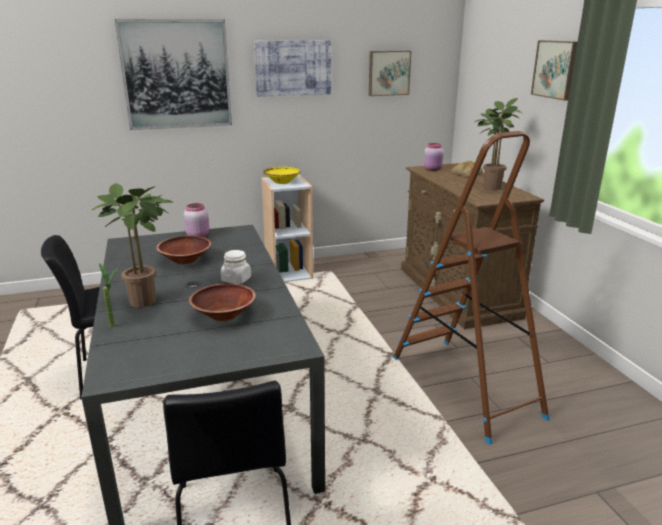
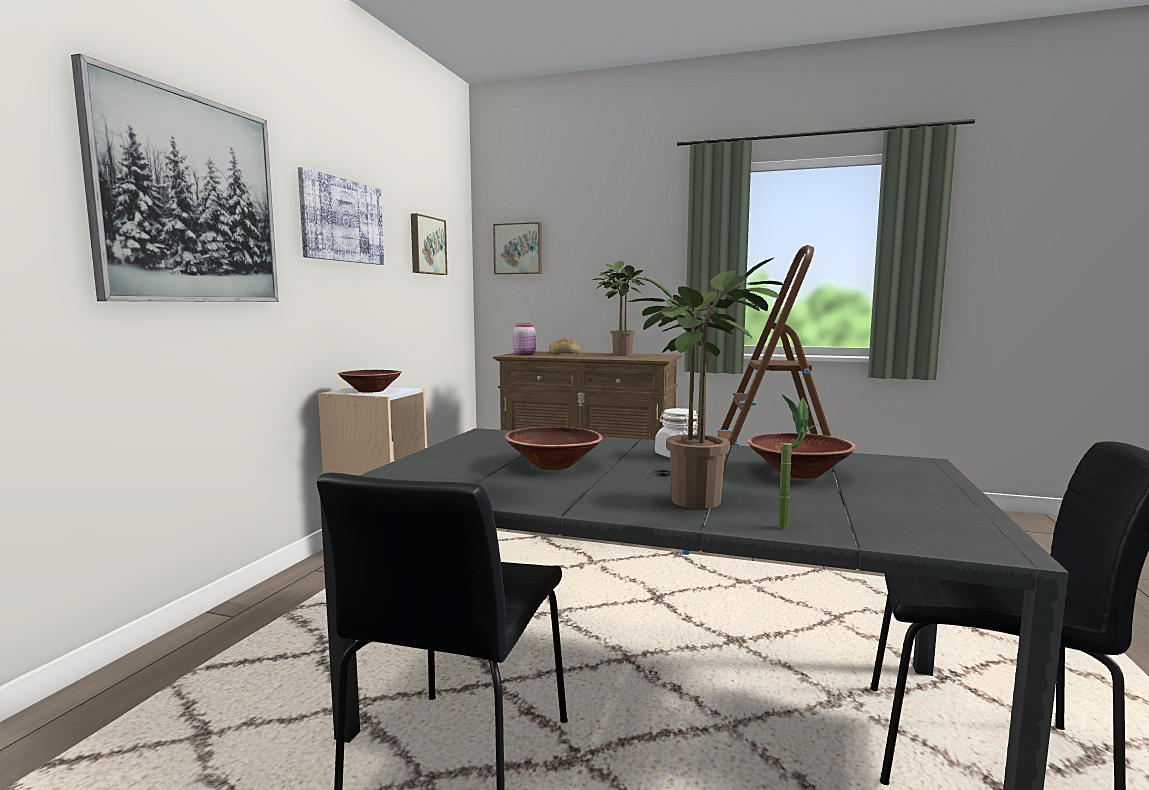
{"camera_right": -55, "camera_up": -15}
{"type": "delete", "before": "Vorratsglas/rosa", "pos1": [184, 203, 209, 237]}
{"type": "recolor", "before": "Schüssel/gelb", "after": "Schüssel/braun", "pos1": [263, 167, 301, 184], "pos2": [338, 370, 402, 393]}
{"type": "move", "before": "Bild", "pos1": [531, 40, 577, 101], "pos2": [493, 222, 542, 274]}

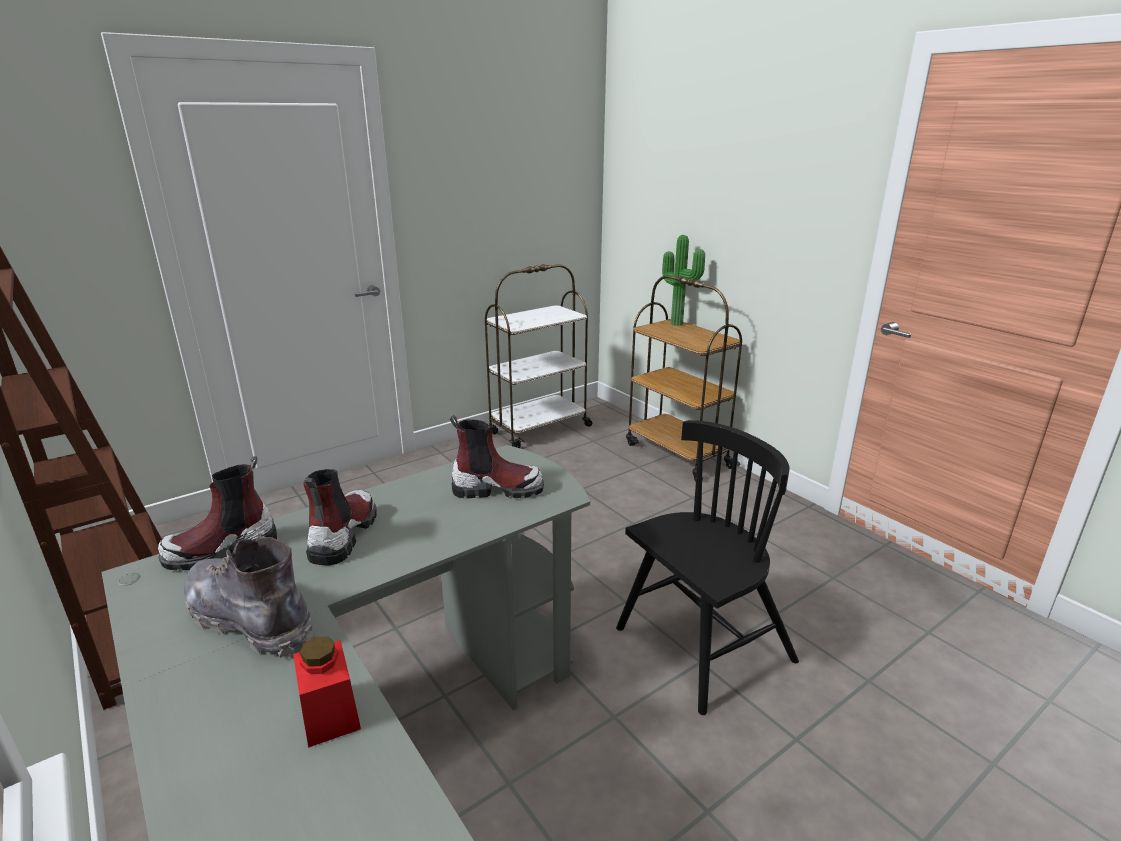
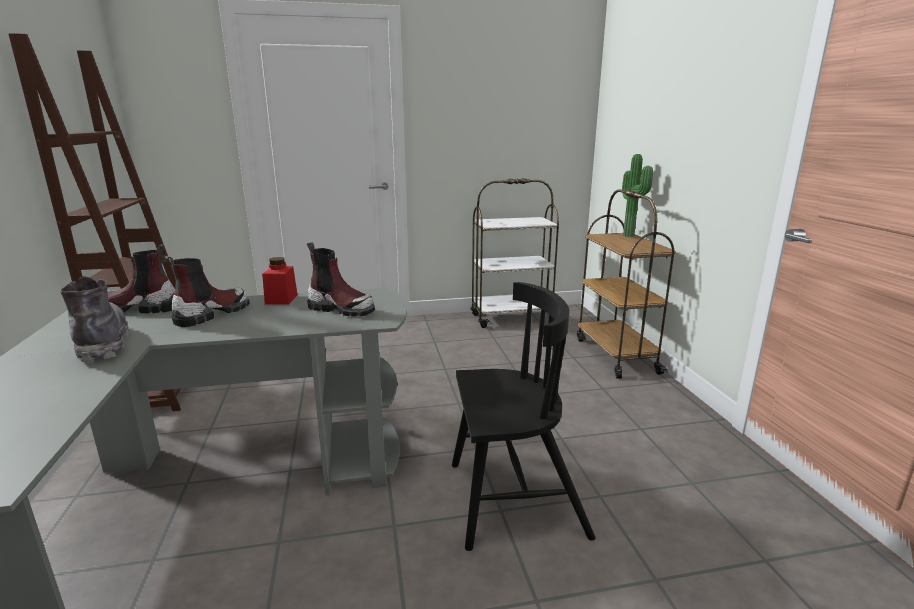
{"camera_right": 25, "camera_up": -5}
{"type": "move", "before": "Vorratsglas/rot", "pos1": [293, 636, 361, 748], "pos2": [262, 257, 298, 305]}

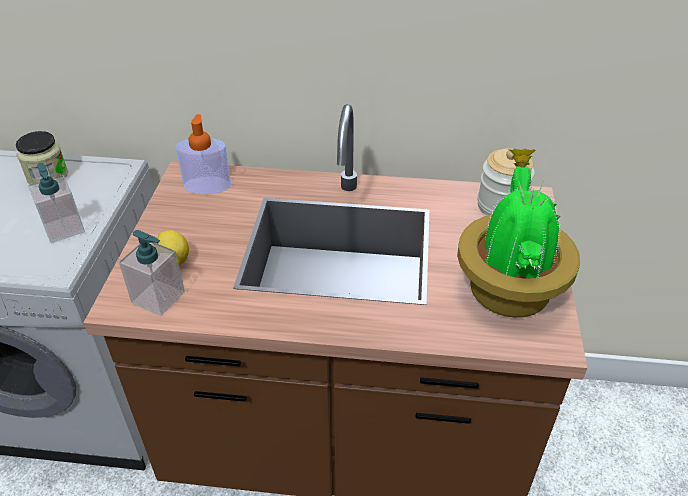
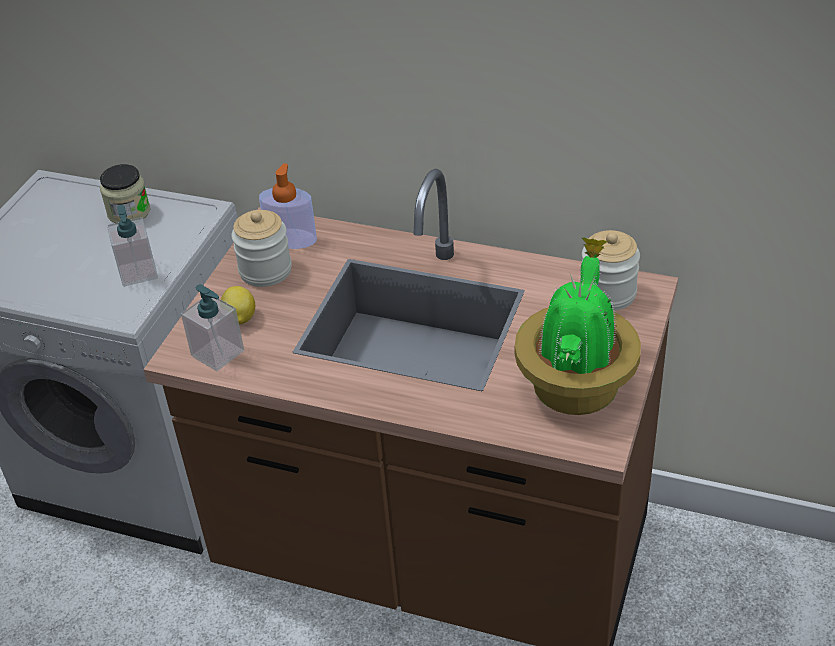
{"camera_right": 15, "camera_up": 0}
{"type": "insert", "after": "Vorratsglas", "pos2": [231, 210, 292, 287]}

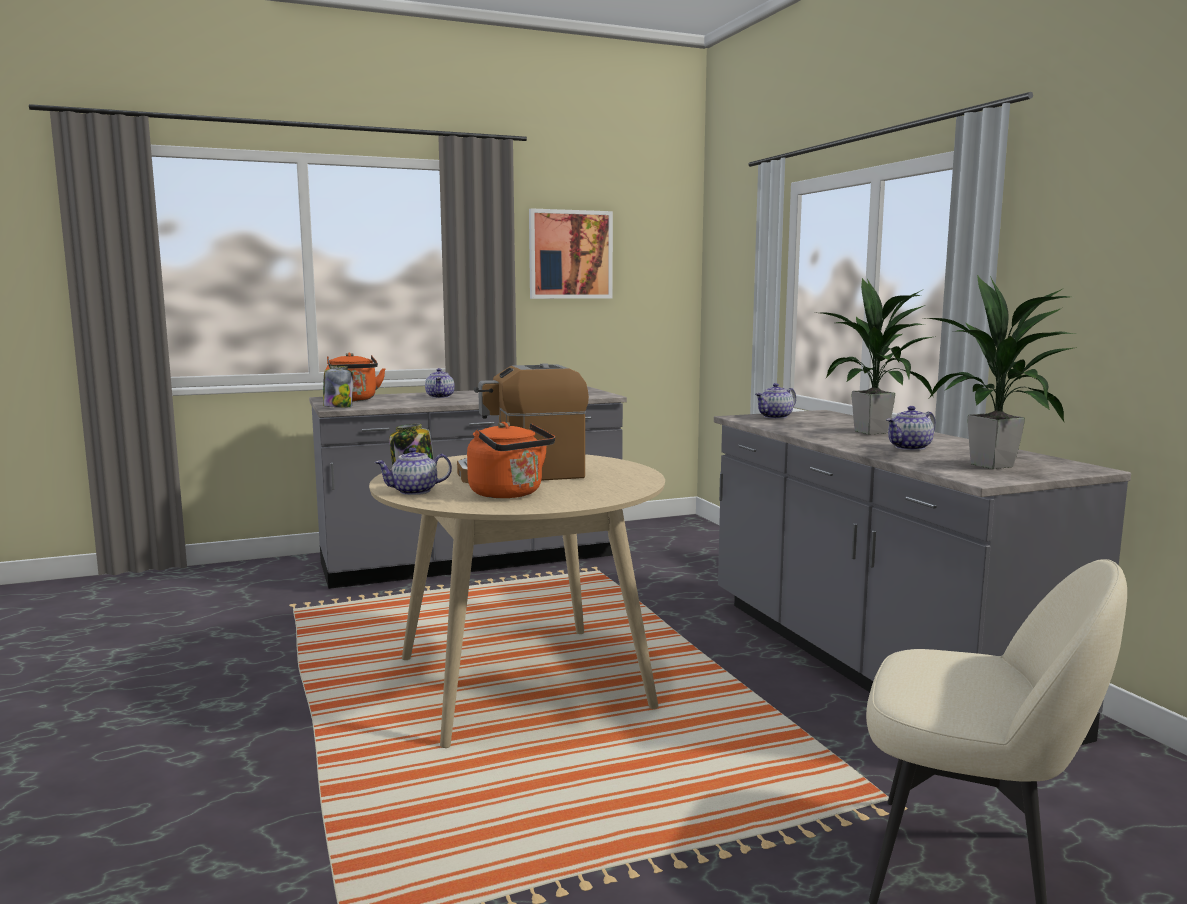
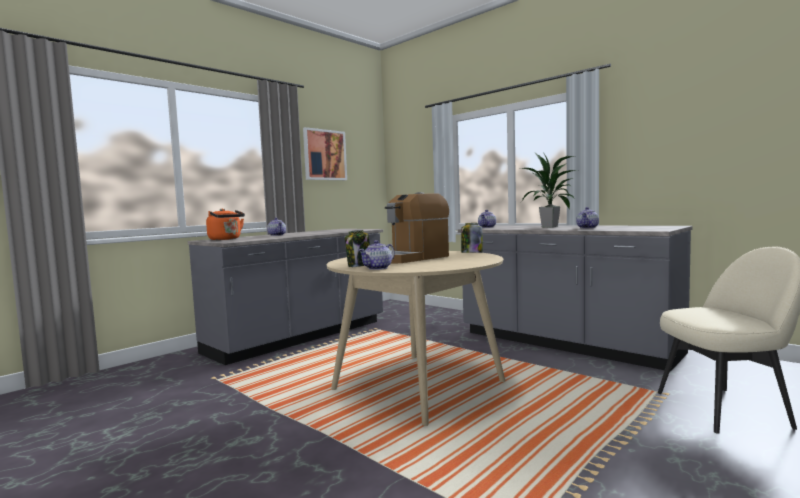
{"camera_right": -25, "camera_up": -5}
{"type": "move", "before": "Vorratsglas", "pos1": [323, 366, 353, 408], "pos2": [461, 223, 483, 253]}
{"type": "delete", "before": "Wasserkessel/orange", "pos1": [467, 422, 555, 498]}
{"type": "delete", "before": "Topfpflanze", "pos1": [925, 275, 1077, 469]}

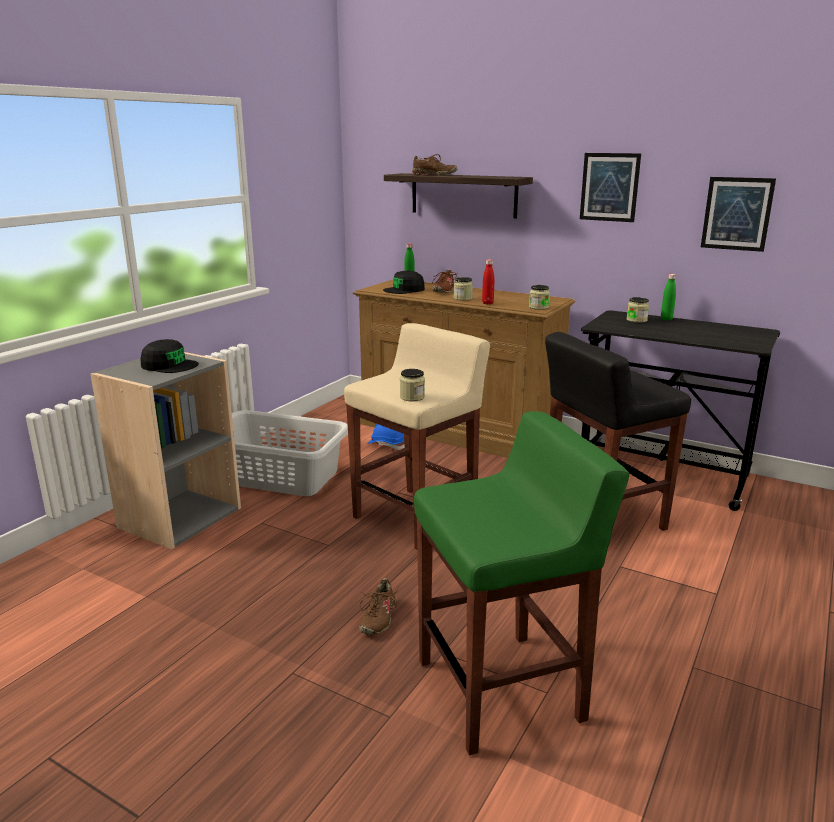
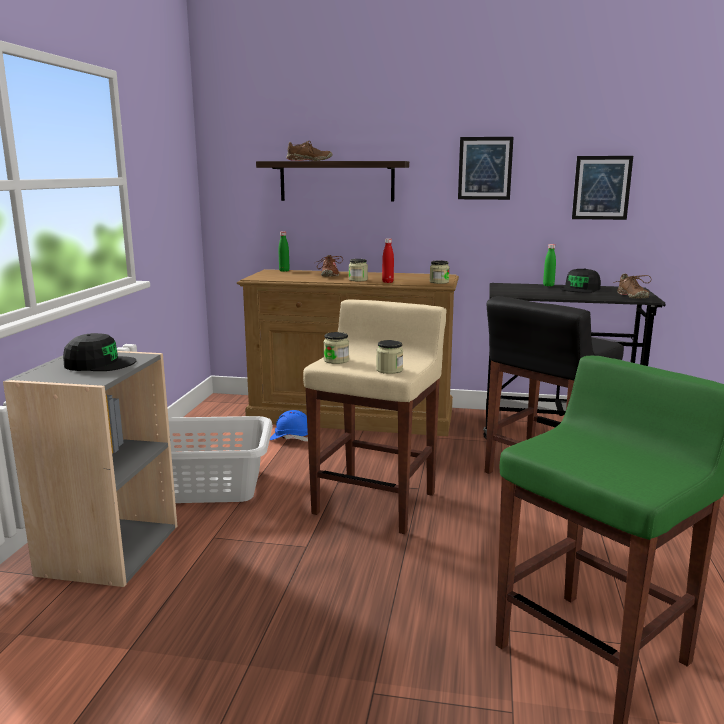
{"camera_right": -20, "camera_up": -5}
{"type": "move", "before": "Schuh/braun", "pos1": [359, 578, 399, 635], "pos2": [613, 274, 652, 299]}
{"type": "move", "before": "Kappe/schwarz", "pos1": [383, 271, 425, 294], "pos2": [560, 268, 601, 293]}
{"type": "move", "before": "Vorratsglas", "pos1": [626, 297, 649, 323], "pos2": [323, 332, 349, 364]}

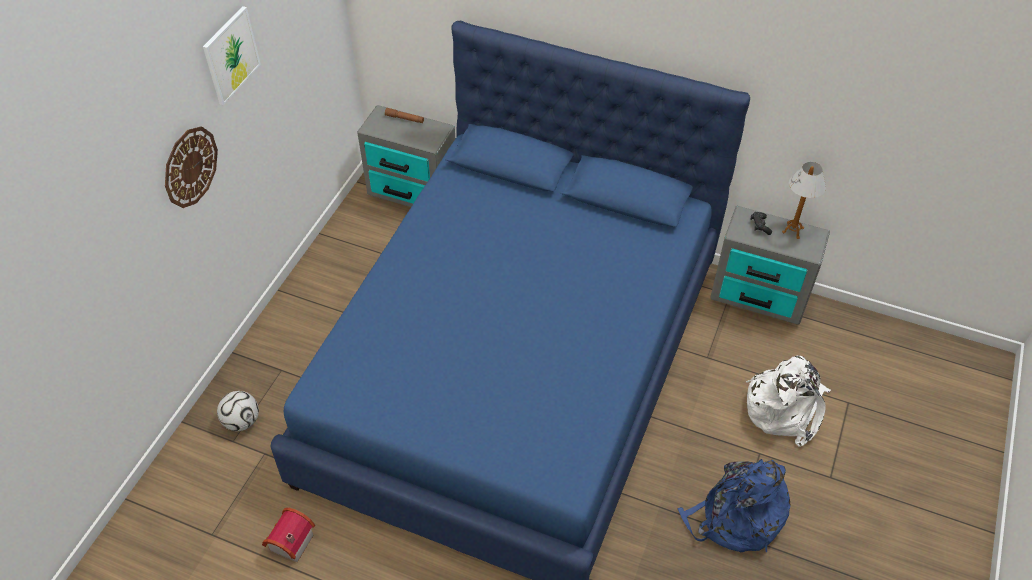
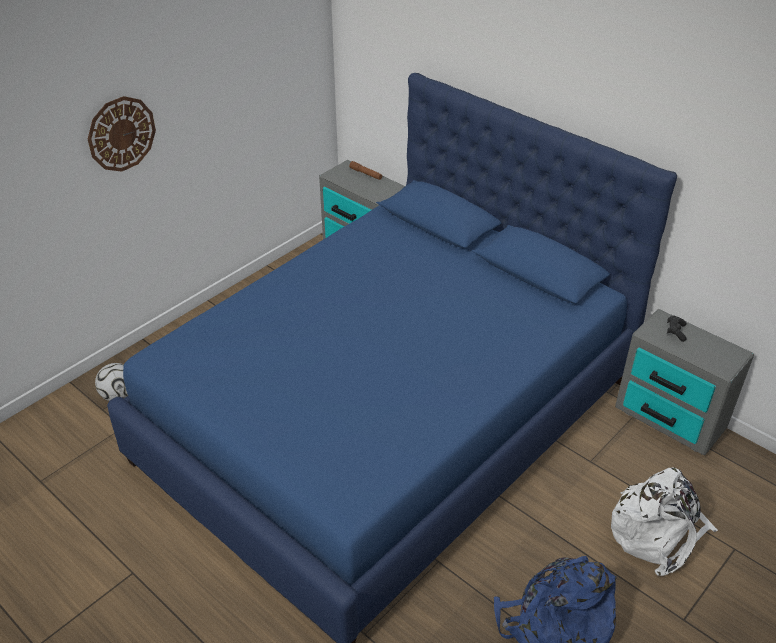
{"camera_right": 20, "camera_up": -10}
{"type": "delete", "before": "Bild", "pos1": [203, 6, 261, 105]}
{"type": "delete", "before": "Spielzeughaus", "pos1": [262, 508, 315, 562]}
{"type": "delete", "before": "Tischlampe", "pos1": [782, 162, 826, 239]}

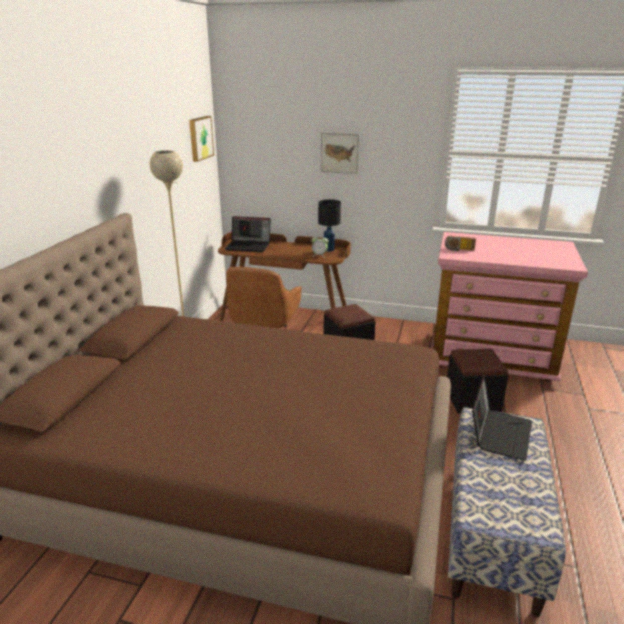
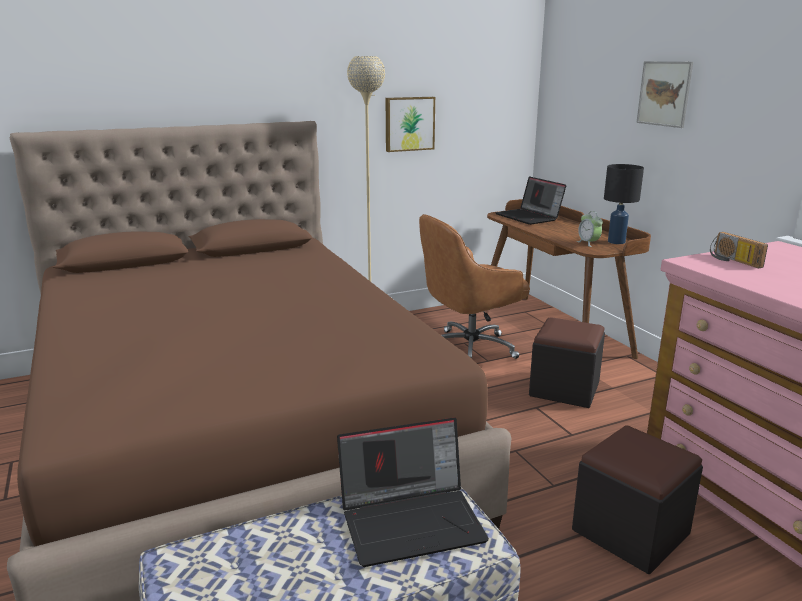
{"camera_right": 50, "camera_up": -5}
{"type": "move", "before": "Bild", "pos1": [189, 116, 214, 162], "pos2": [386, 97, 435, 152]}

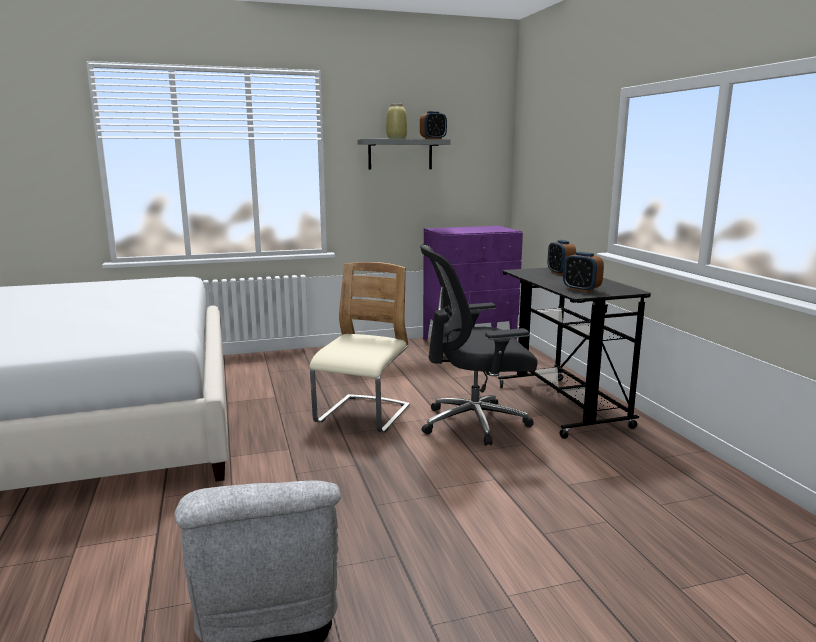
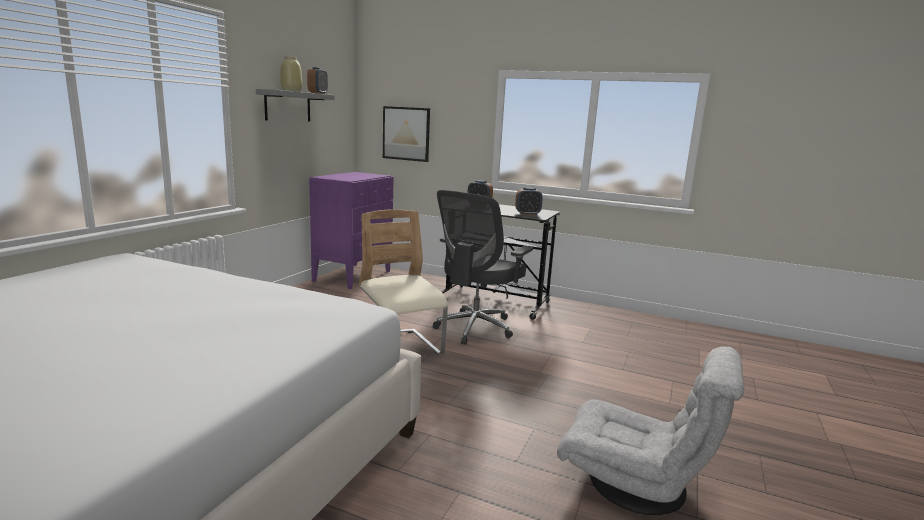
{"camera_right": -50, "camera_up": 0}
{"type": "insert", "after": "Bild", "pos2": [383, 106, 430, 162]}

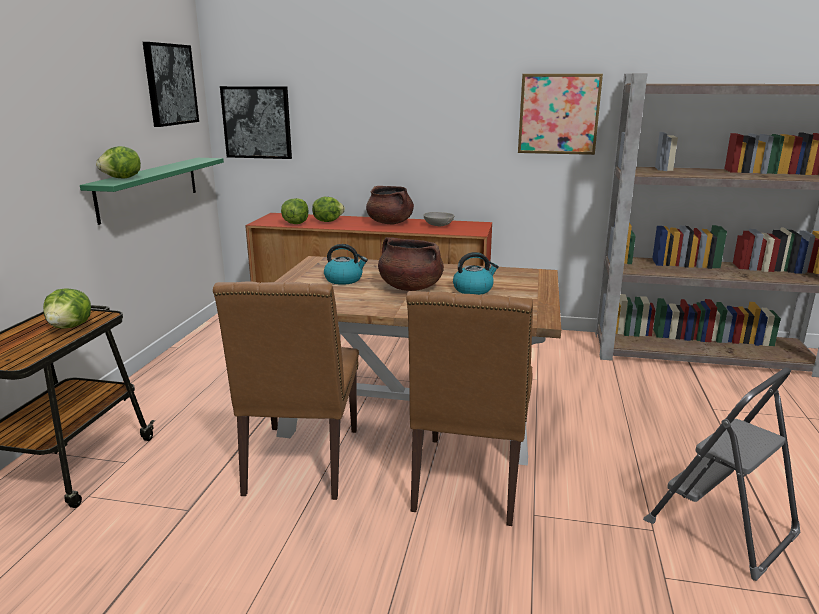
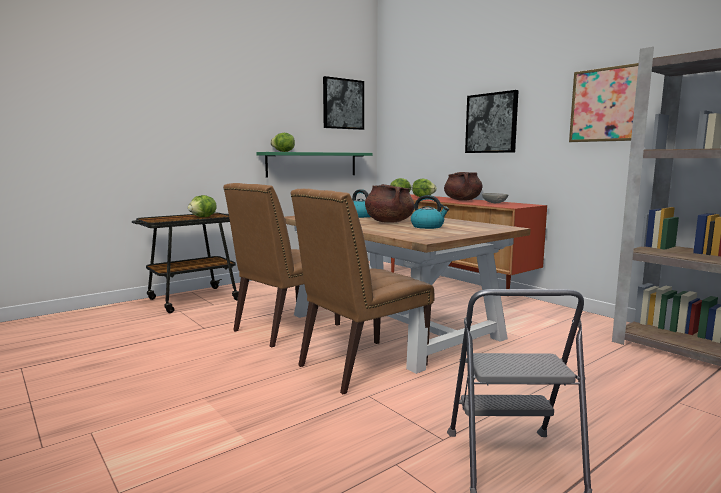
{"camera_right": 40, "camera_up": -10}
{"type": "move", "before": "Bild", "pos1": [220, 86, 292, 159], "pos2": [465, 90, 519, 153]}

